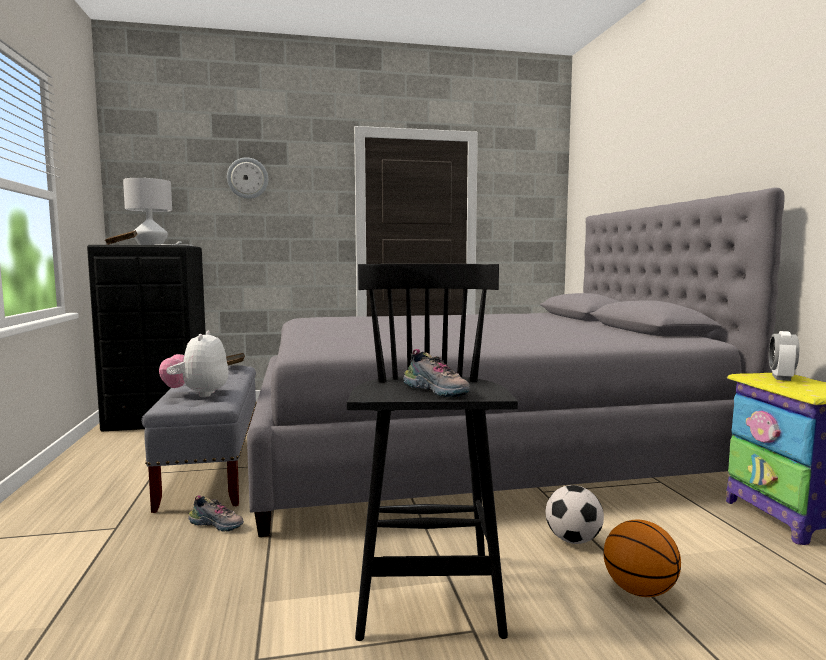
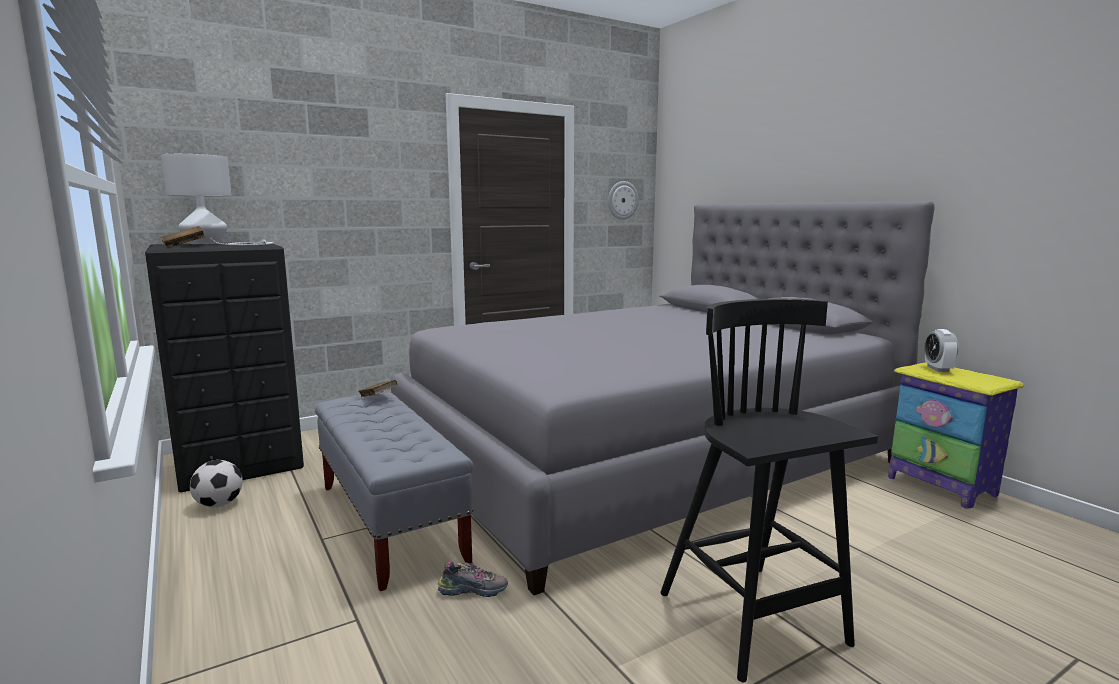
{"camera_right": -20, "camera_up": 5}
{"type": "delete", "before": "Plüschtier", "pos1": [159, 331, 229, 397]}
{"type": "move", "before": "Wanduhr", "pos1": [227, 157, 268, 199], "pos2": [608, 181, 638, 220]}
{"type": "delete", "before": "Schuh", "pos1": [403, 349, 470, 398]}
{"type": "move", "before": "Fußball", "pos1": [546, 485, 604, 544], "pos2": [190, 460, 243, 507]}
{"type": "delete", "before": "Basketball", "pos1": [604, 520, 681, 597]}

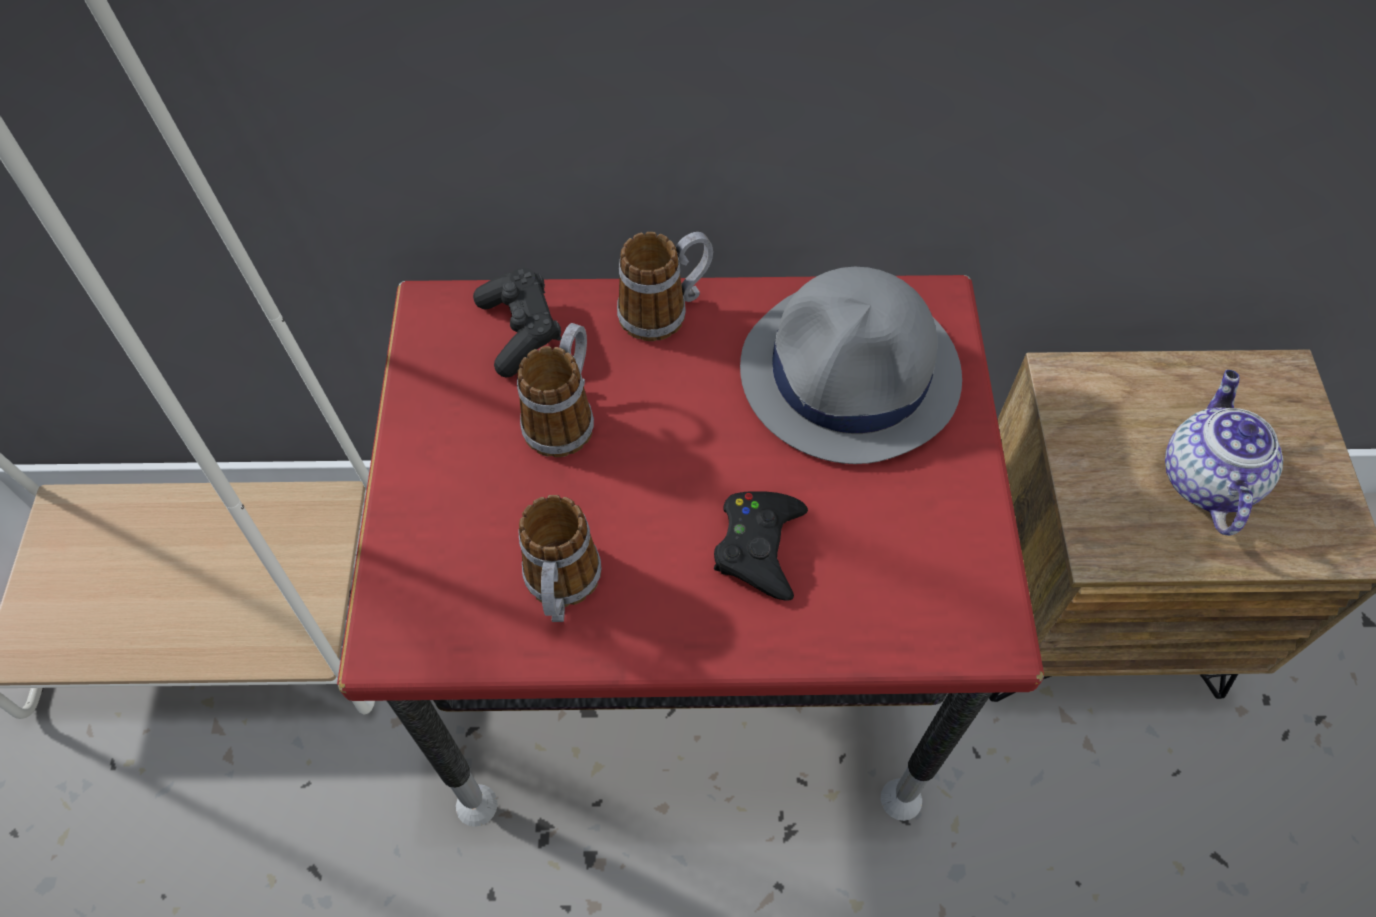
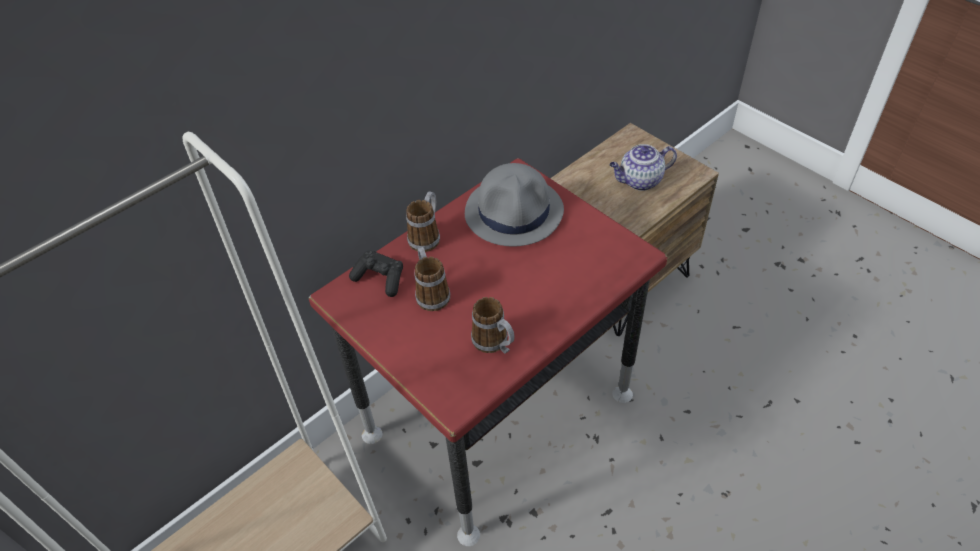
{"camera_right": -40, "camera_up": -10}
{"type": "delete", "before": "Gamepad/schwarz", "pos1": [714, 491, 808, 601]}
{"type": "rotate", "before": "Teekanne", "pos1": [1165, 370, 1283, 536], "pos2": [609, 144, 677, 191], "turn": -75}

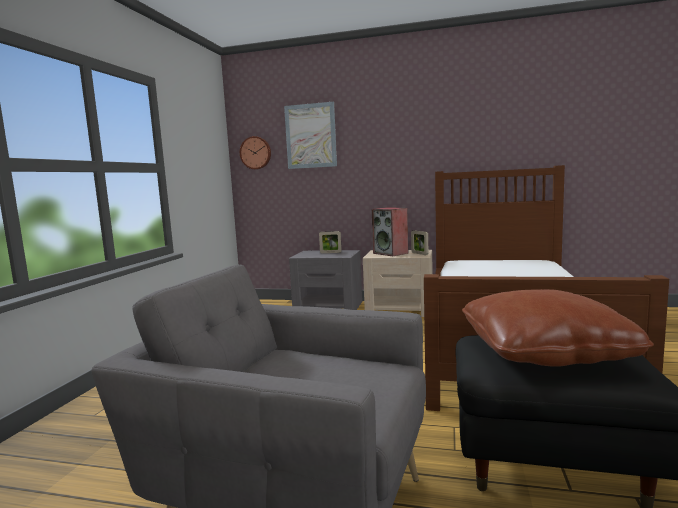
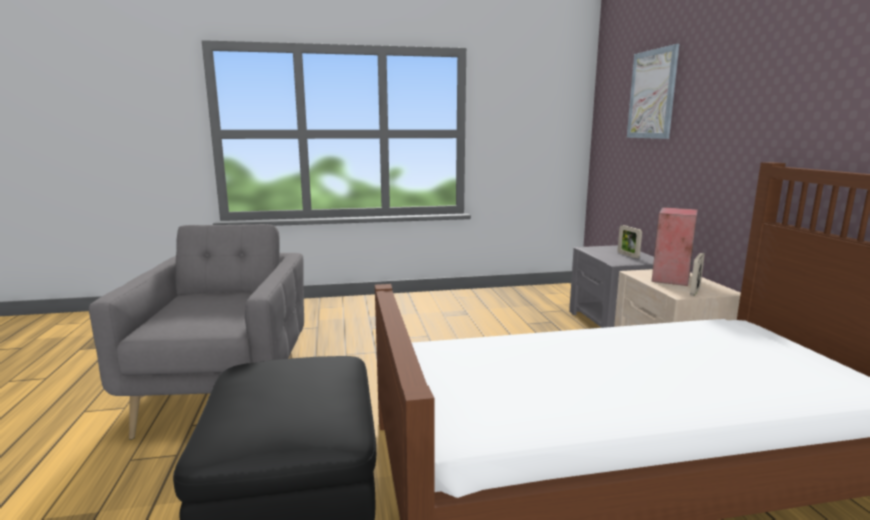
{"camera_right": 65, "camera_up": 5}
{"type": "delete", "before": "Wanduhr", "pos1": [240, 136, 271, 169]}
{"type": "delete", "before": "Kissen/braun", "pos1": [462, 289, 654, 367]}

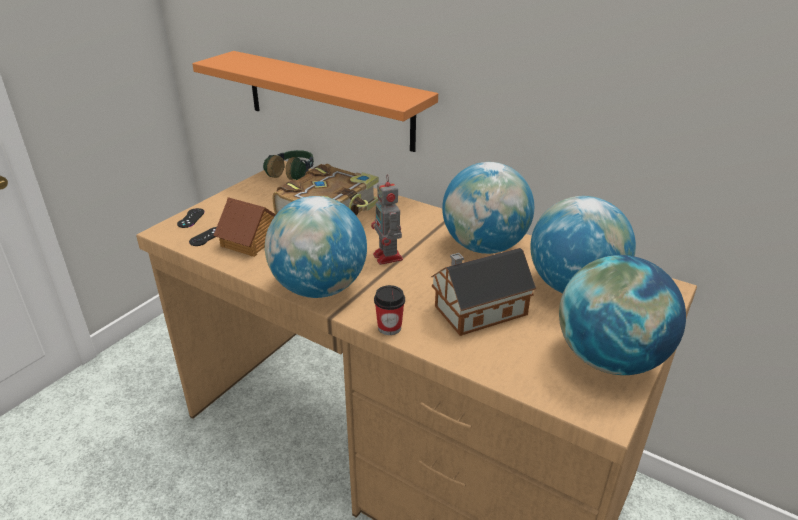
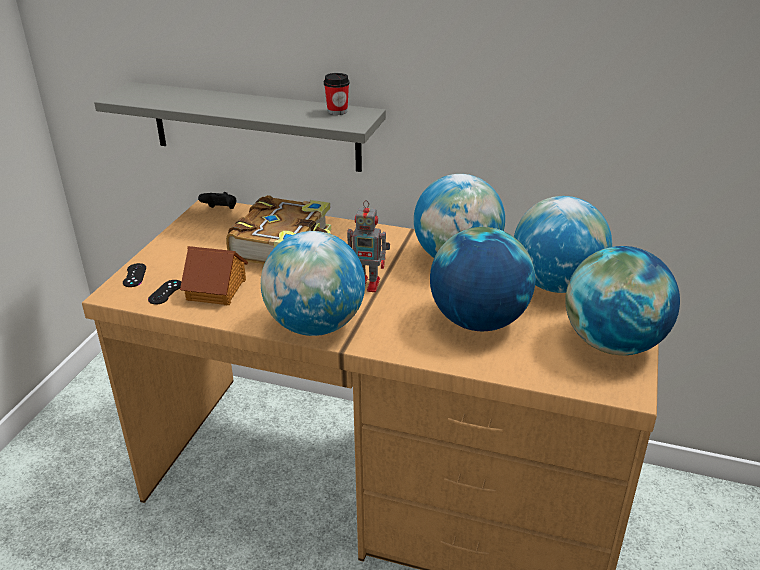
{"camera_right": -15, "camera_up": 0}
{"type": "recolor", "before": "Wandregal/orange", "after": "Wandregal/grau", "pos1": [192, 51, 438, 152], "pos2": [94, 82, 386, 172]}
{"type": "replace", "before": "Kopfhörer", "after": "Gamepad/schwarz", "pos1": [263, 150, 314, 180], "pos2": [198, 192, 236, 209]}
{"type": "rotate", "before": "Spielzeugroboter", "pos1": [371, 174, 403, 265], "pos2": [347, 200, 390, 292], "turn": -45}
{"type": "move", "before": "Tasse", "pos1": [374, 285, 405, 335], "pos2": [324, 73, 350, 115]}
{"type": "replace", "before": "Spielzeughaus", "after": "Globus", "pos1": [431, 248, 536, 336], "pos2": [430, 227, 535, 331]}

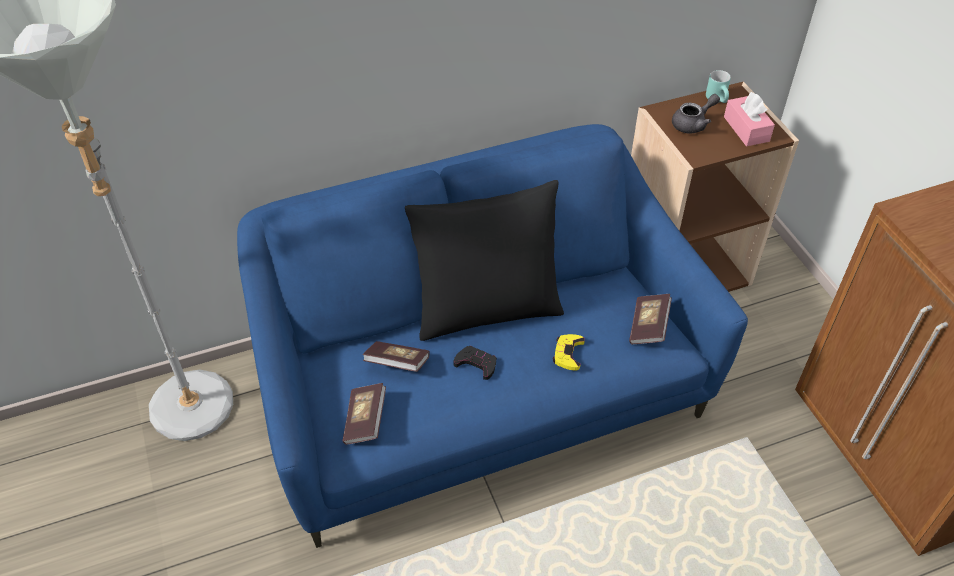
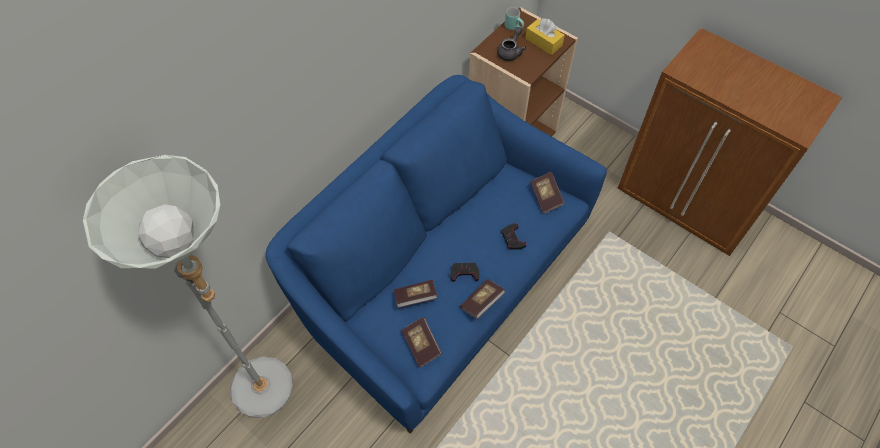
{"camera_right": -30, "camera_up": 10}
{"type": "delete", "before": "Kissen/schwarz", "pos1": [405, 180, 564, 341]}
{"type": "recolor", "before": "Gamepad/gelb", "after": "Gamepad/schwarz", "pos1": [553, 334, 585, 371], "pos2": [501, 223, 527, 250]}
{"type": "recolor", "before": "Taschentuchbox/rosa", "after": "Taschentuchbox/gelb", "pos1": [724, 92, 775, 147], "pos2": [525, 18, 565, 55]}
{"type": "insert", "after": "Buch", "pos2": [460, 279, 506, 319]}

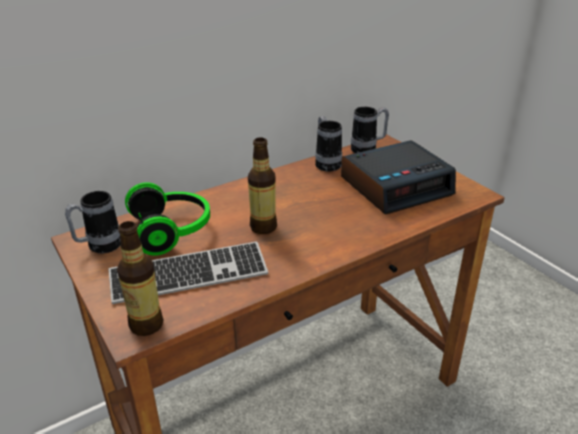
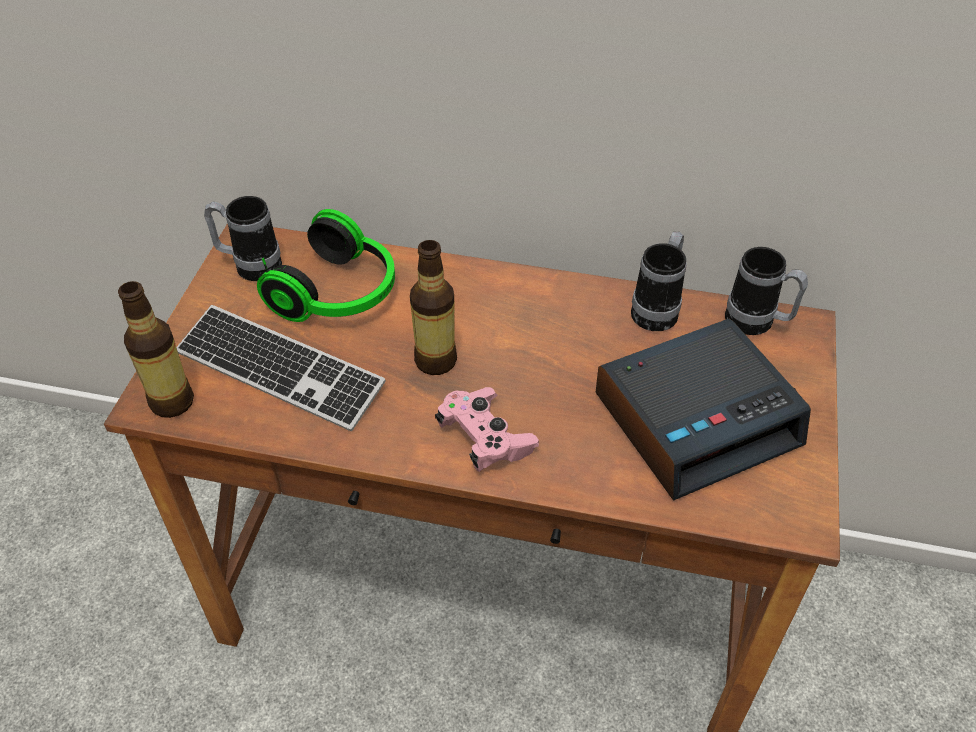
{"camera_right": 45, "camera_up": 15}
{"type": "rotate", "before": "Wecker", "pos1": [341, 140, 456, 214], "pos2": [596, 318, 811, 501], "turn": -45}
{"type": "insert", "after": "Gamepad/rosa", "pos2": [435, 387, 539, 472]}

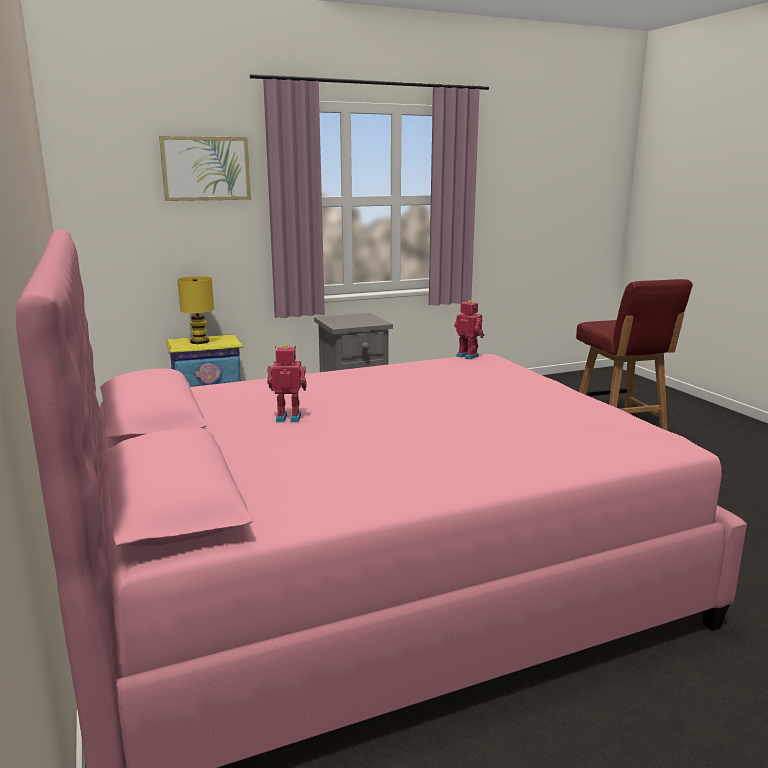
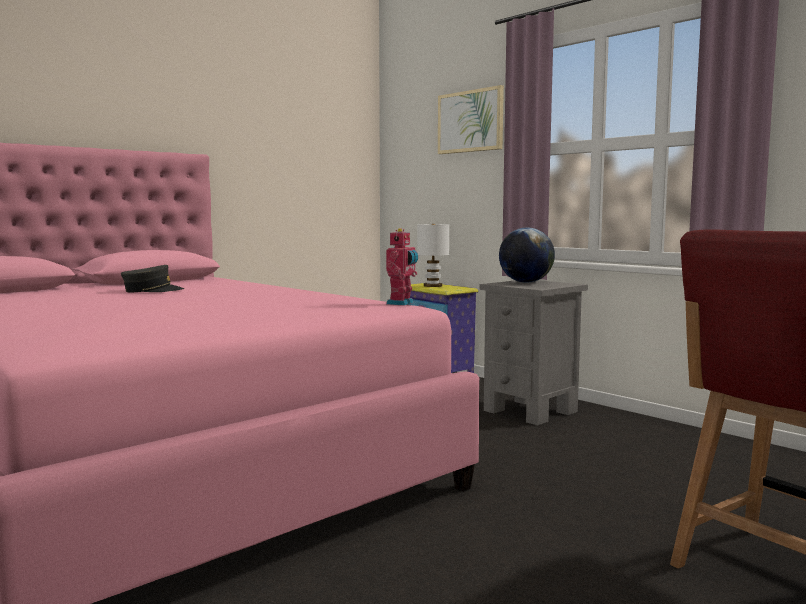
{"camera_right": 70, "camera_up": -10}
{"type": "recolor", "before": "Tischlampe/gelb", "after": "Tischlampe/weiß", "pos1": [177, 276, 214, 344], "pos2": [417, 224, 449, 287]}
{"type": "replace", "before": "Spielzeugroboter", "after": "Kappe/grau", "pos1": [267, 345, 307, 422], "pos2": [121, 265, 184, 292]}
{"type": "insert", "after": "Globus", "pos2": [499, 227, 555, 283]}

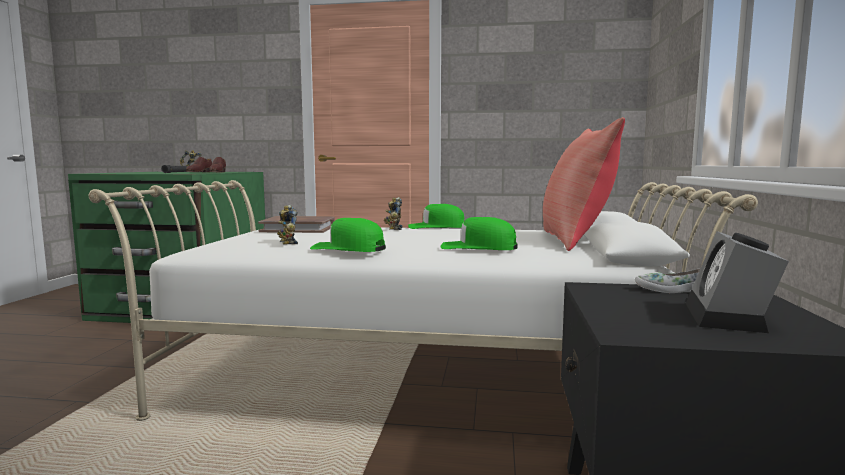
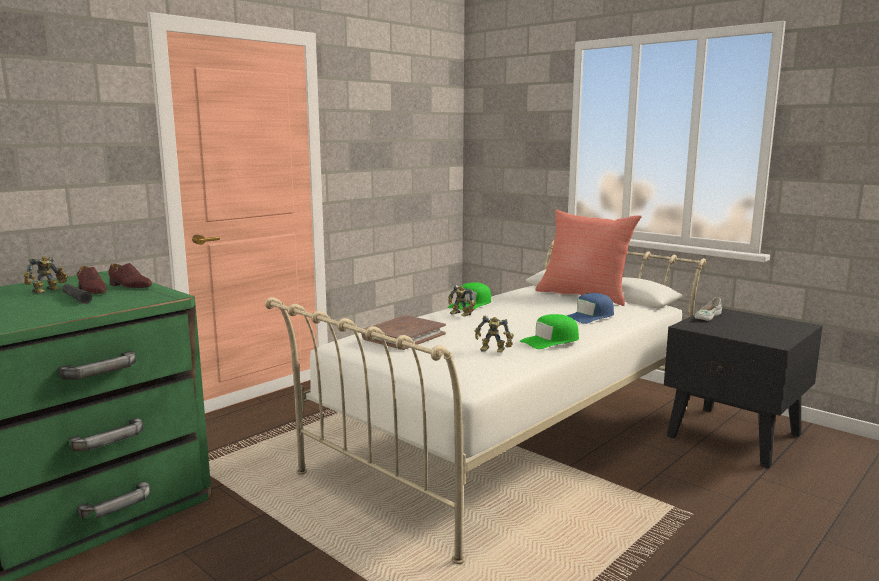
{"camera_right": -55, "camera_up": 5}
{"type": "recolor", "before": "Kappe/grün", "after": "Kappe/blau", "pos1": [440, 217, 518, 250], "pos2": [567, 293, 614, 324]}
{"type": "delete", "before": "Wecker", "pos1": [686, 231, 789, 333]}

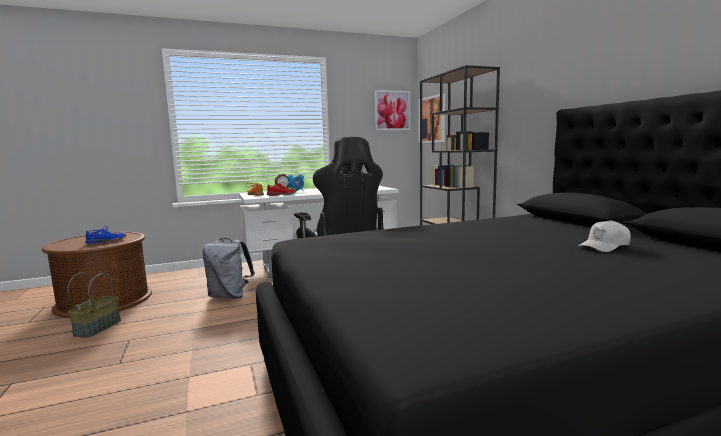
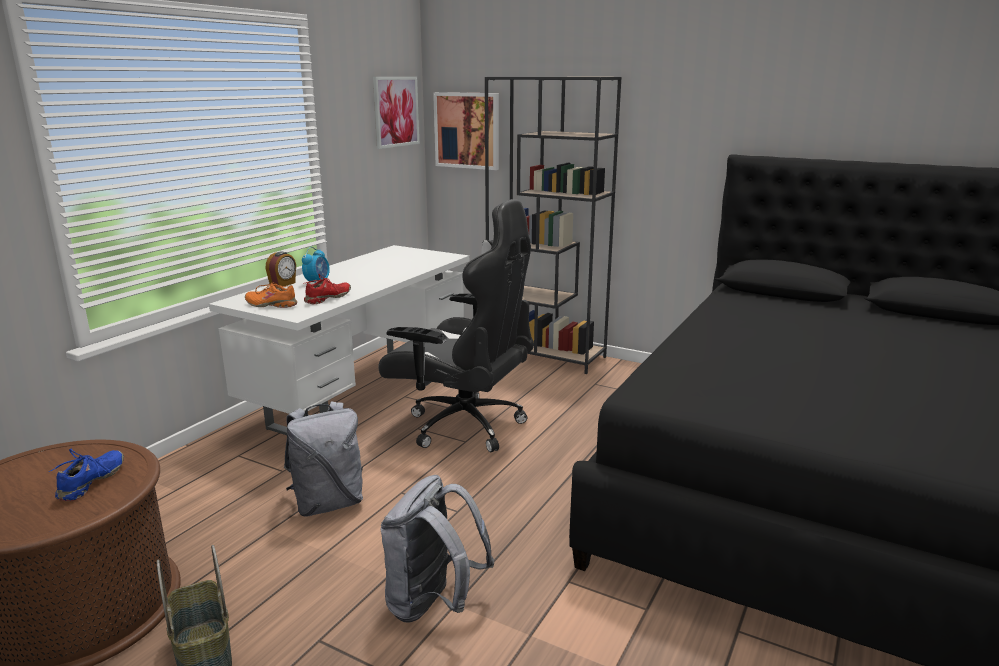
{"camera_right": -40, "camera_up": 10}
{"type": "delete", "before": "Kappe/weiß", "pos1": [578, 220, 631, 252]}
{"type": "insert", "after": "Rucksack/grau", "pos2": [380, 475, 494, 622]}

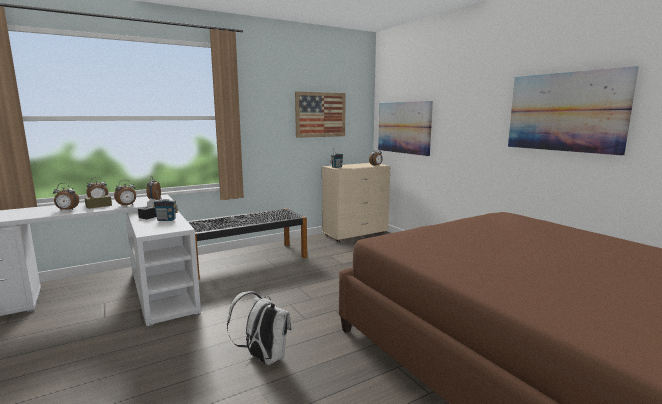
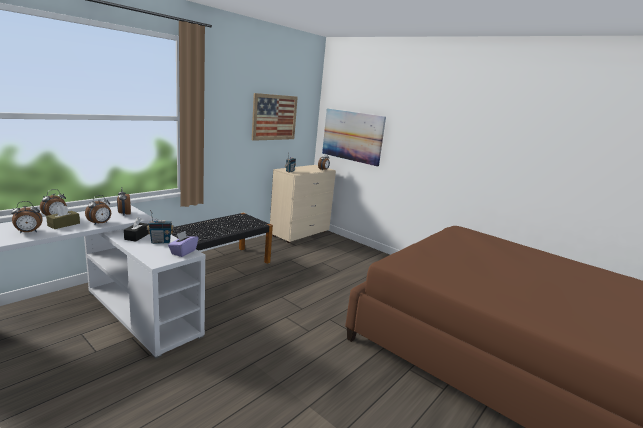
{"camera_right": -20, "camera_up": 5}
{"type": "delete", "before": "Rucksack/weiß", "pos1": [227, 291, 292, 365]}
{"type": "delete", "before": "Bild", "pos1": [508, 66, 639, 156]}
{"type": "insert", "after": "Taschentuchbox/lila", "pos2": [168, 231, 198, 257]}

